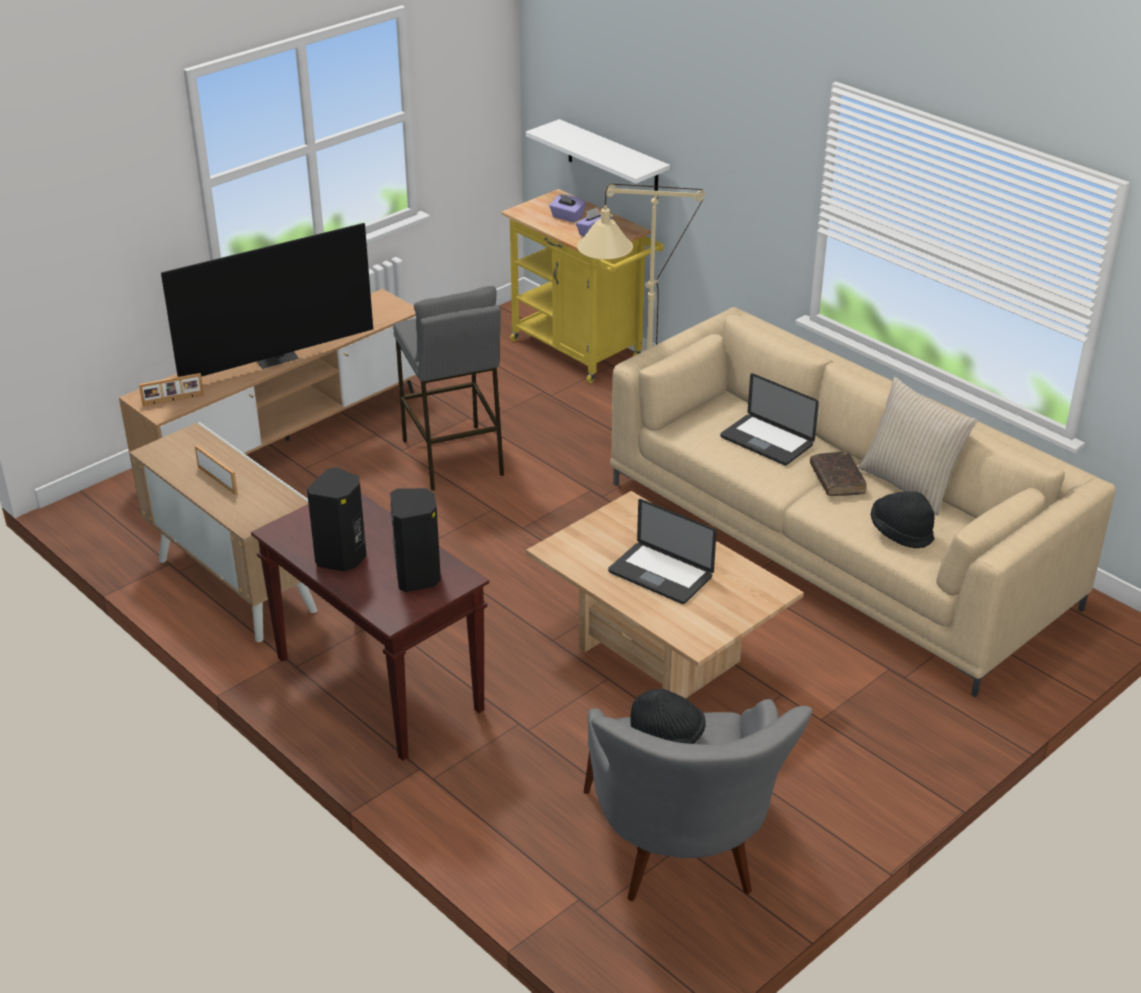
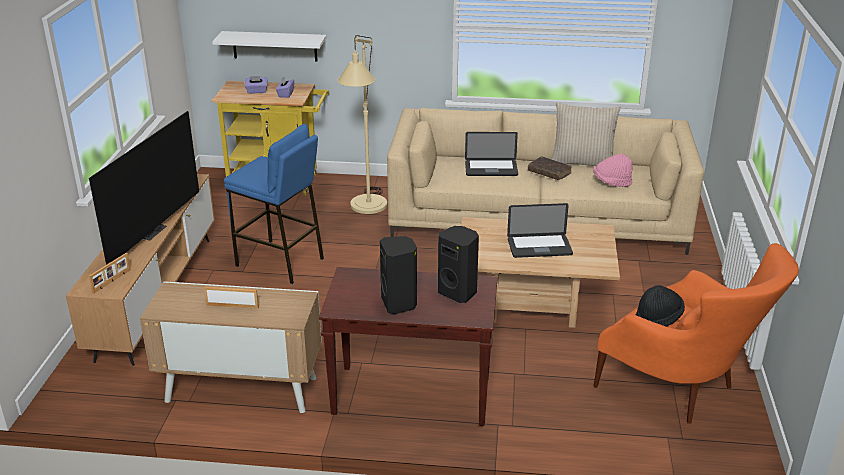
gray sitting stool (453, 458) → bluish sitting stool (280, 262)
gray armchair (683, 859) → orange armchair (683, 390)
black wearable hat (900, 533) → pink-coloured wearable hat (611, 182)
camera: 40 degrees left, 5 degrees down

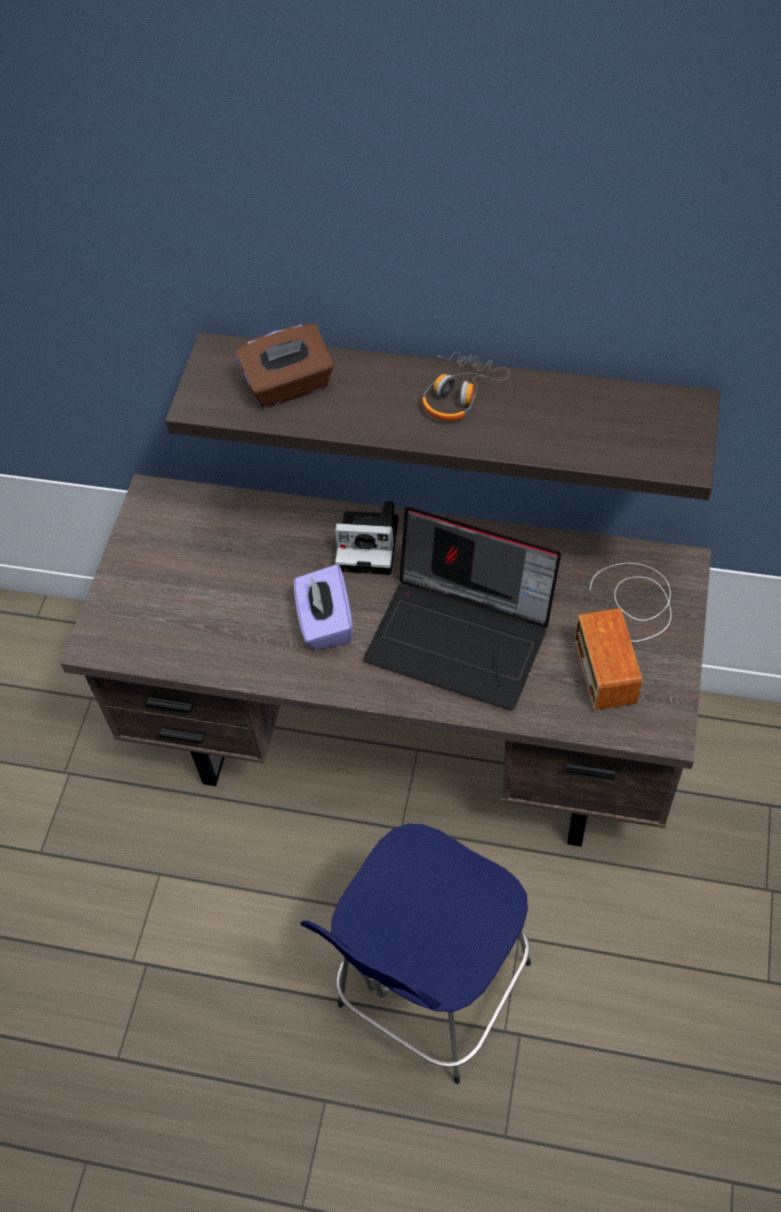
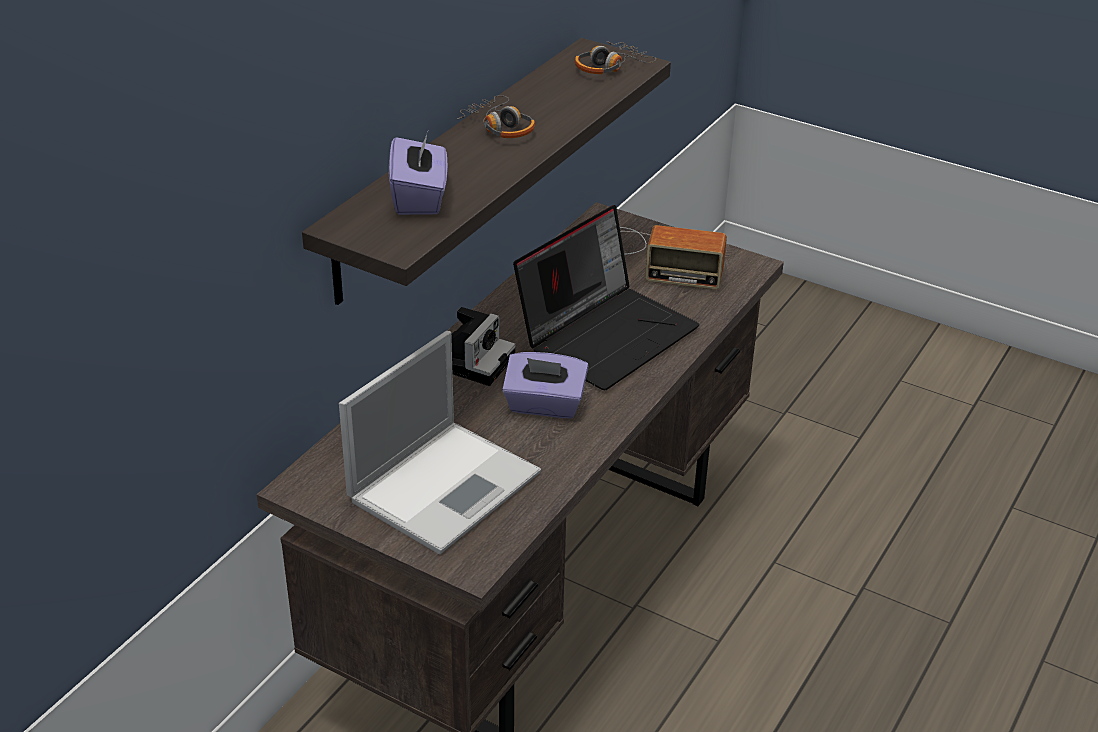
brownish tissue holder (289, 385) → purple-coloured tissue holder (419, 198)
bluish sitting stool (430, 990) → -
- → laptop (446, 484)
- → headphones (610, 67)
camera: 75 degrees left, 20 degrees down

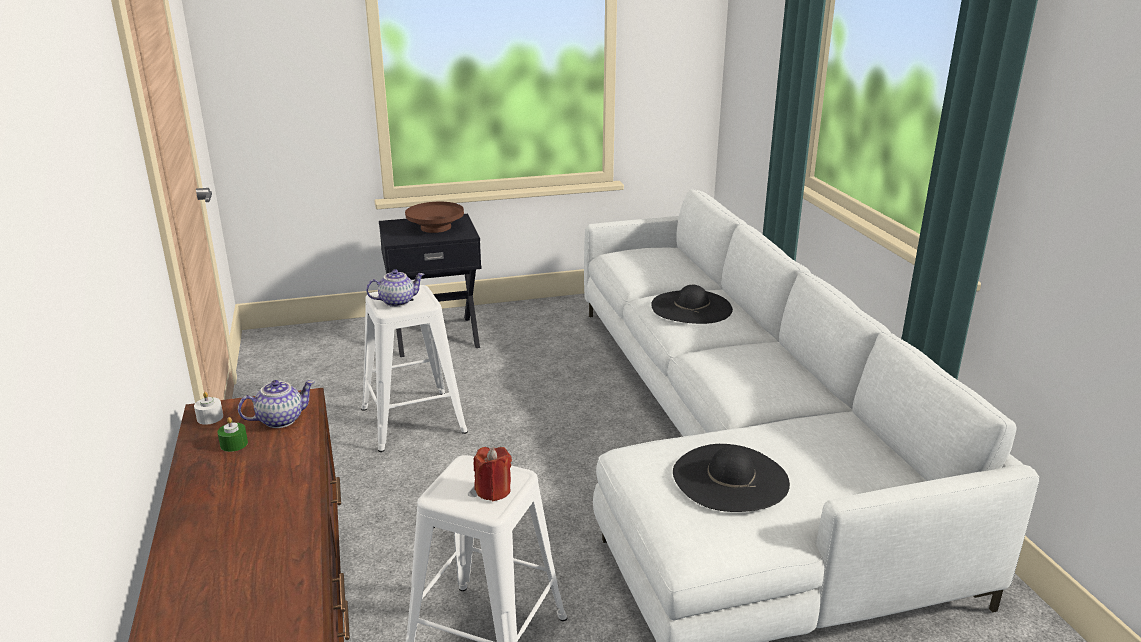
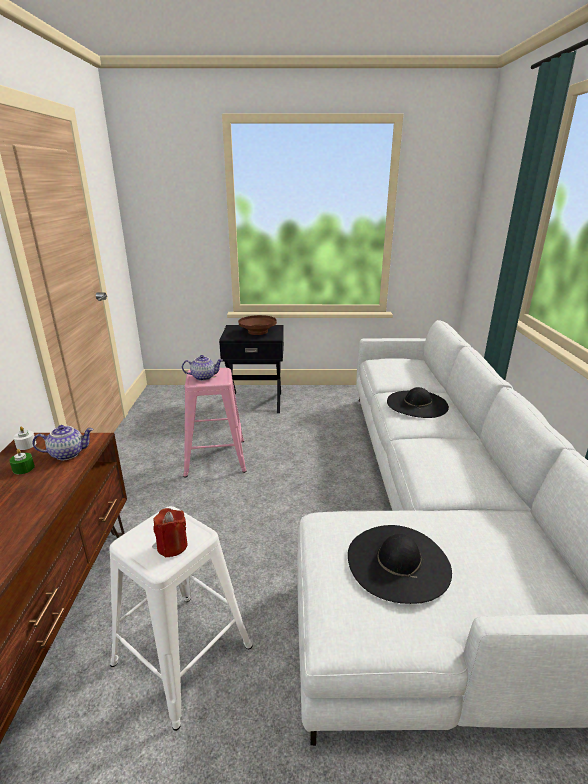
white-coloured sitting stool (414, 419) → pink-coloured sitting stool (216, 457)
camera: 15 degrees right, 0 degrees up

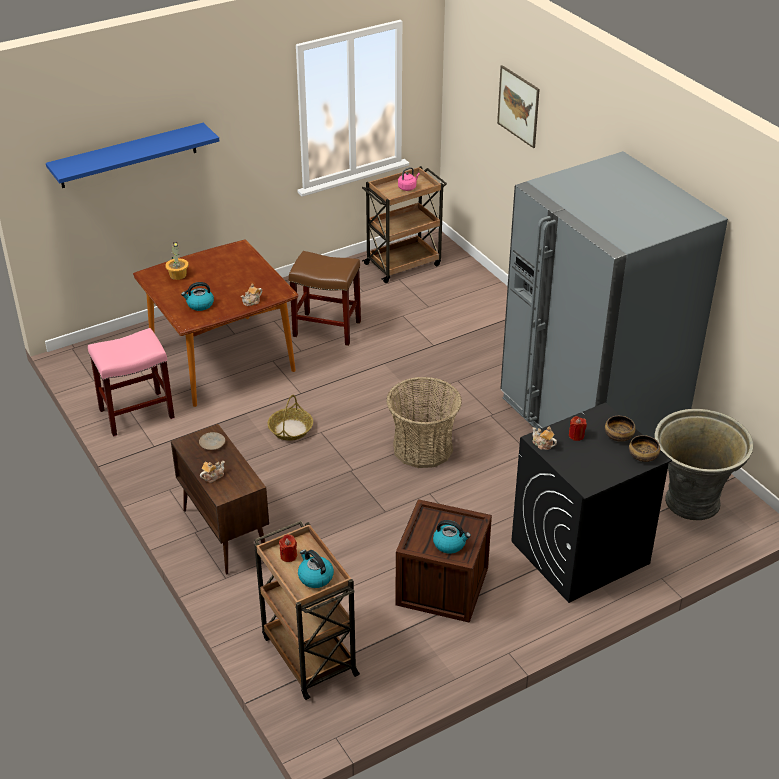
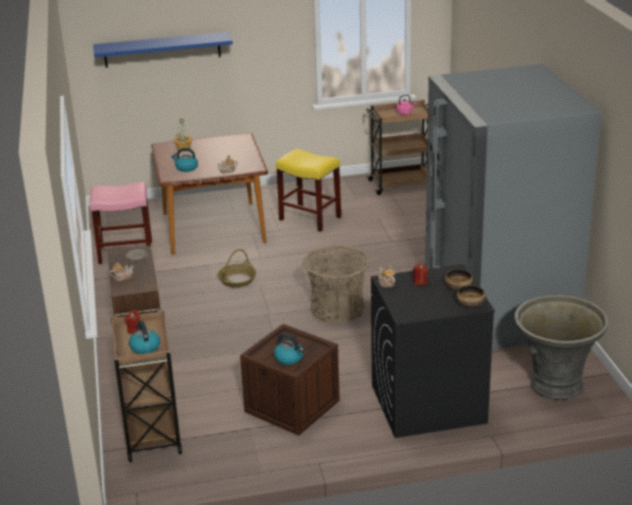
brownish sitting stool (327, 328) → yellow sitting stool (310, 219)
wall art (518, 106) → -
camera: 20 degrees right, 10 degrees down

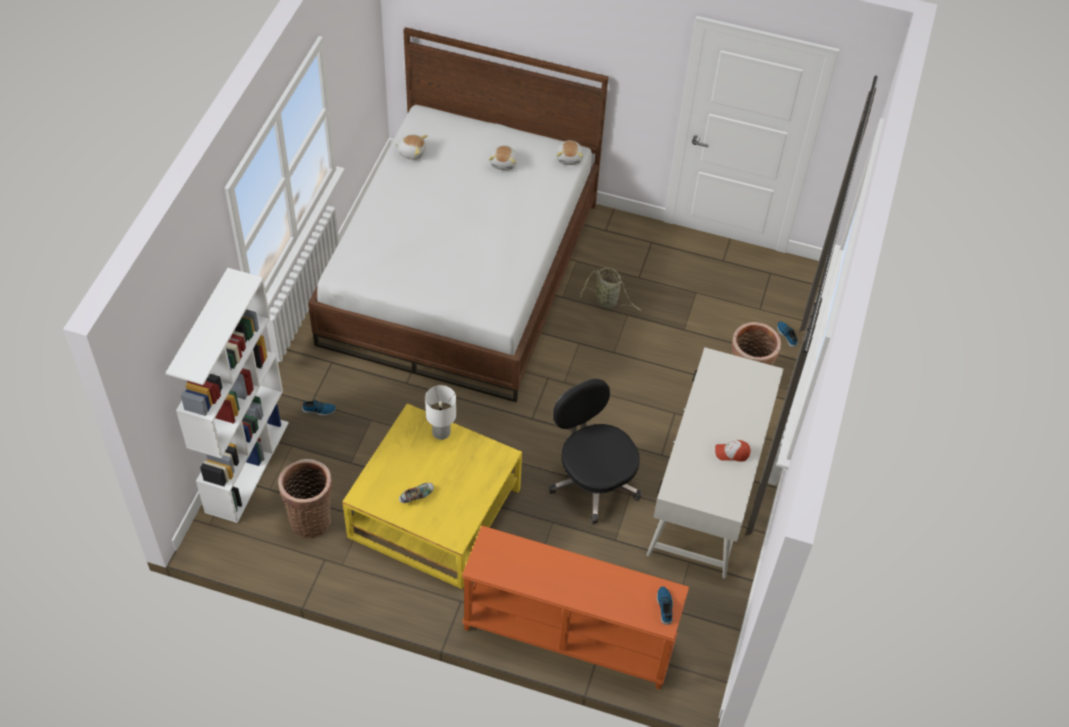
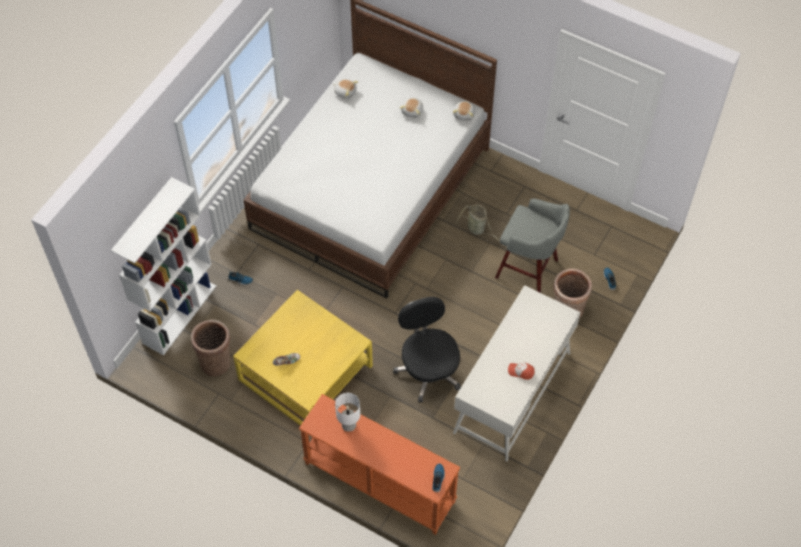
white-coloured table lamp (441, 433) → white-coloured table lamp (348, 425), relocated
- → gray sitting stool (528, 270)
camera: 15 degrees right, 5 degrees up

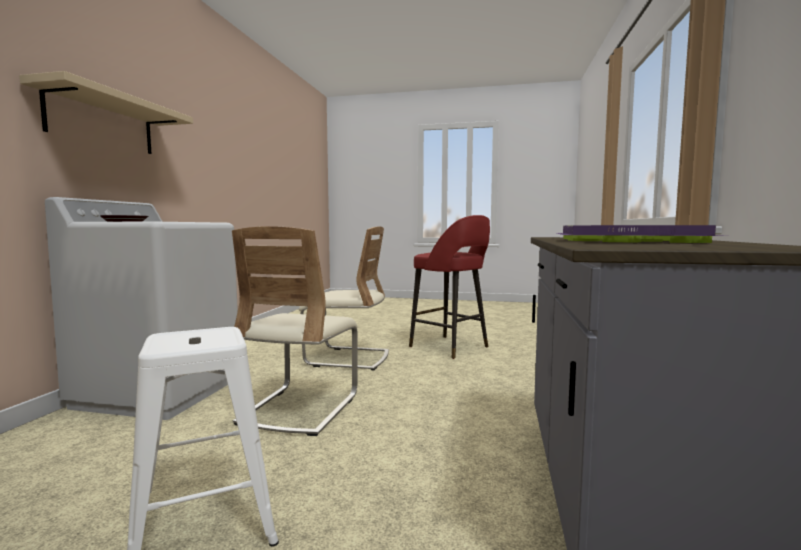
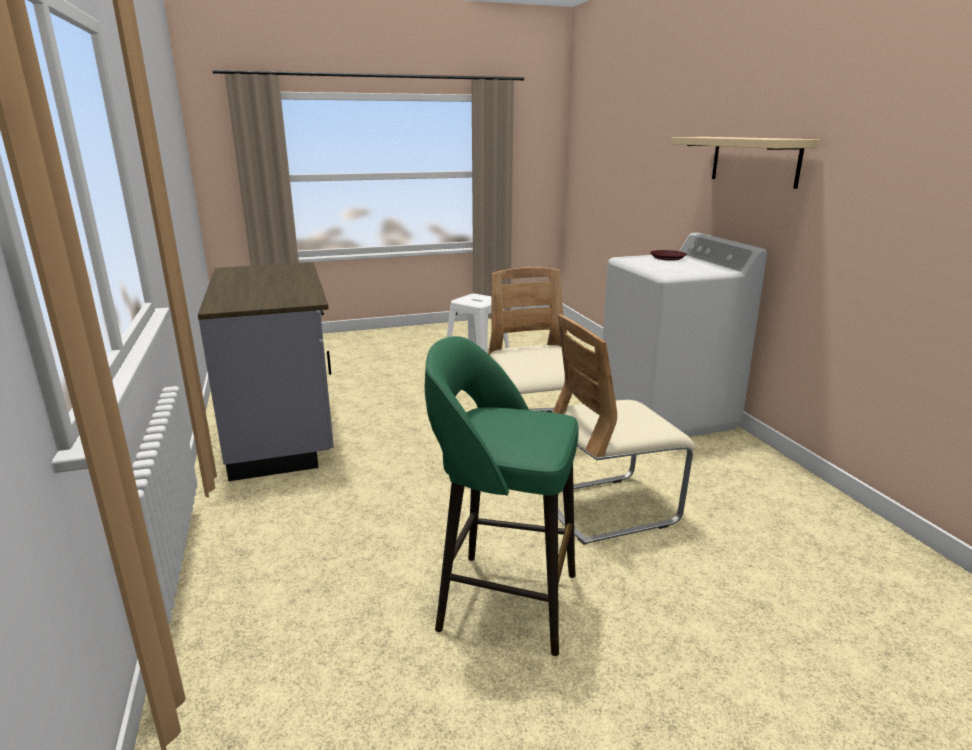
red sitting stool (450, 347) → green sitting stool (503, 600)
purple-coloured tray (630, 240) → -
camera: 150 degrees right, 15 degrees up

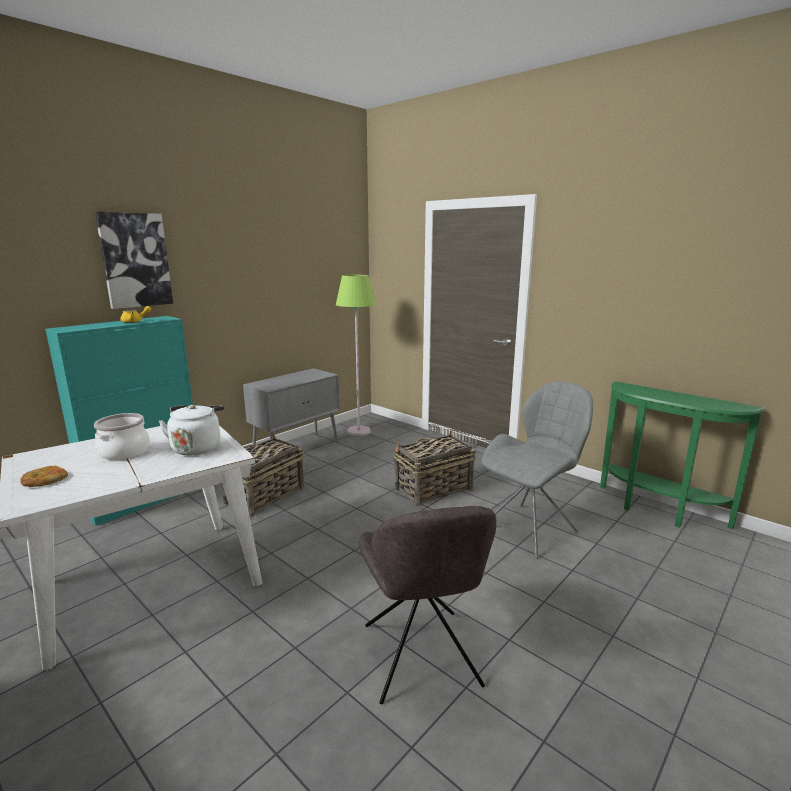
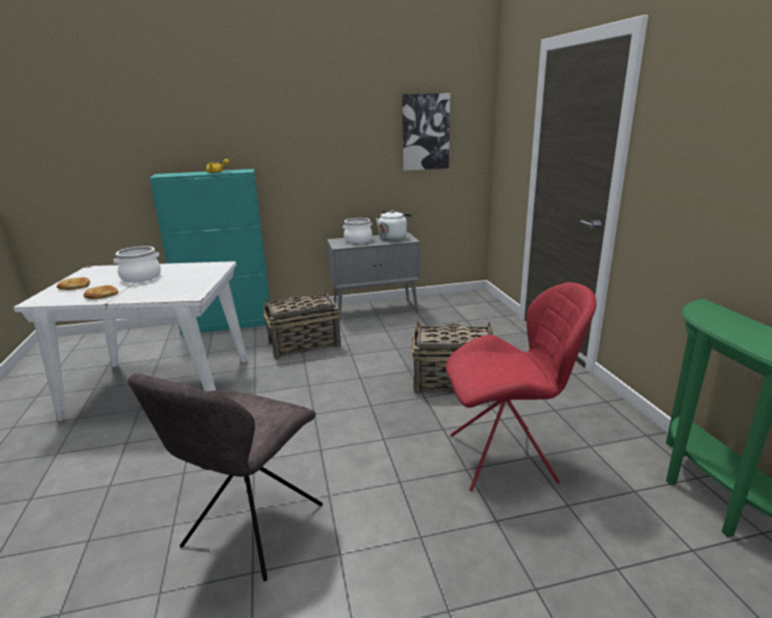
wall art (135, 260) → wall art (425, 132), relocated
white-coloured water kettle (197, 447) → white-coloured water kettle (393, 237), relocated
green floor lamp (358, 431) → -
gray plain chair (530, 528) → red plain chair (506, 458)
- → bread (101, 295)
- → stockpot (358, 240)
camera: 35 degrees right, 5 degrees up

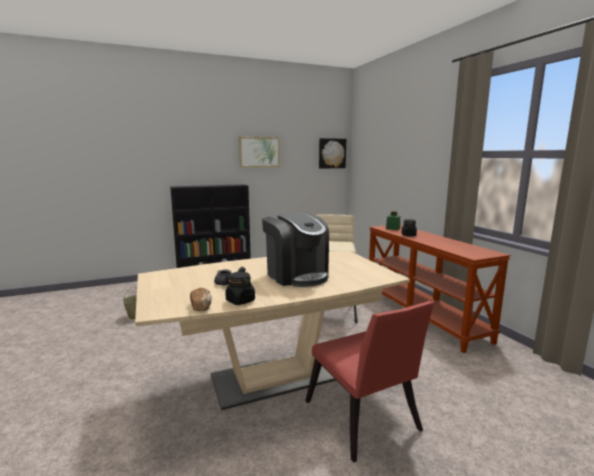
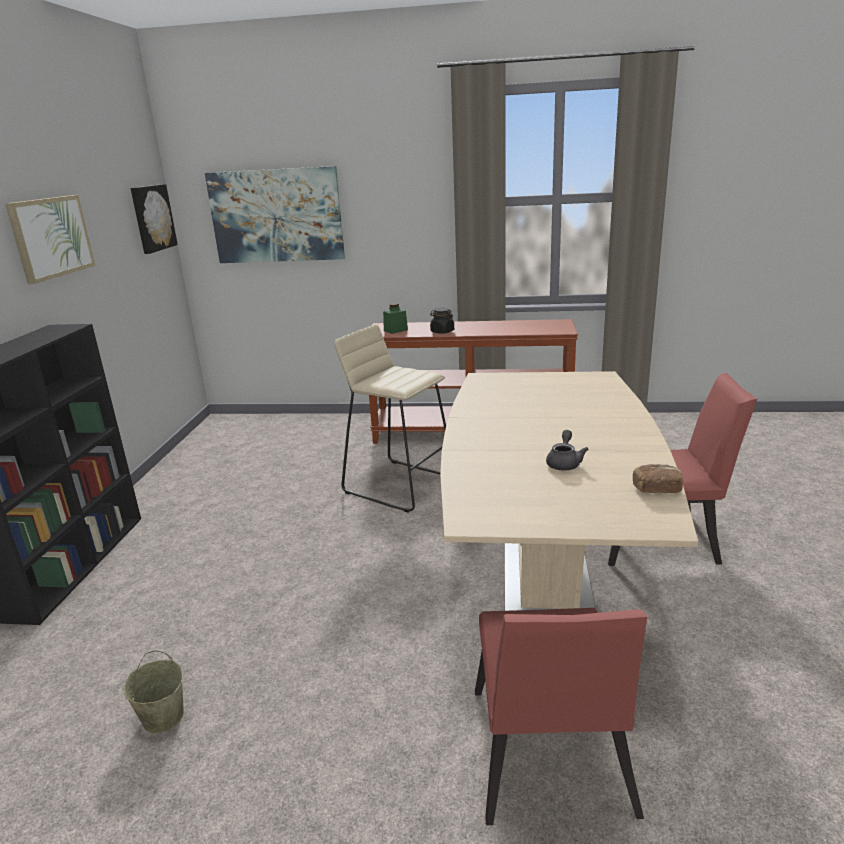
black jar (240, 301) → -
coffee machine (296, 275) → -
- → wall art (276, 216)
- → red plain chair (548, 760)
camera: 60 degrees left, 10 degrees up

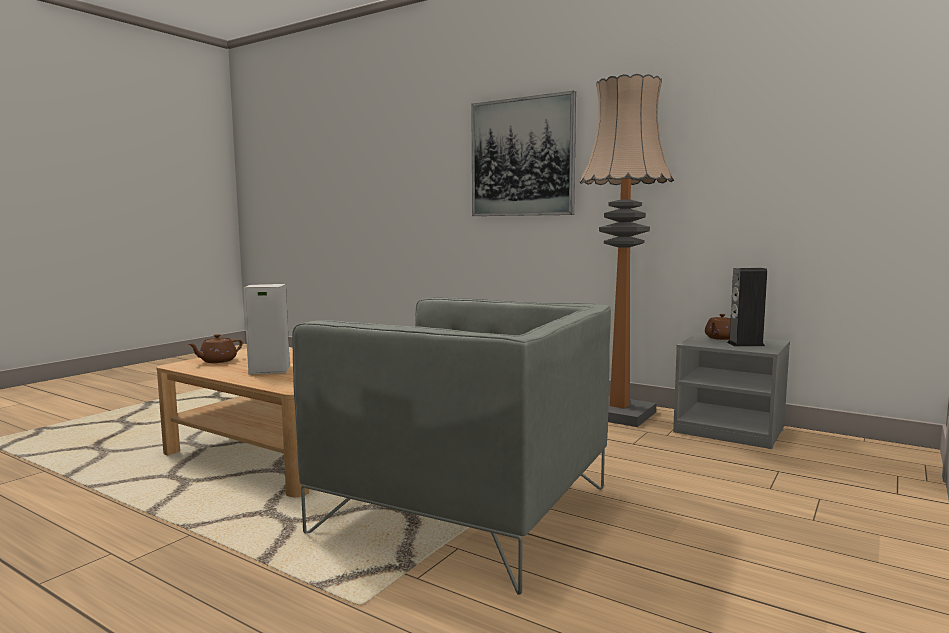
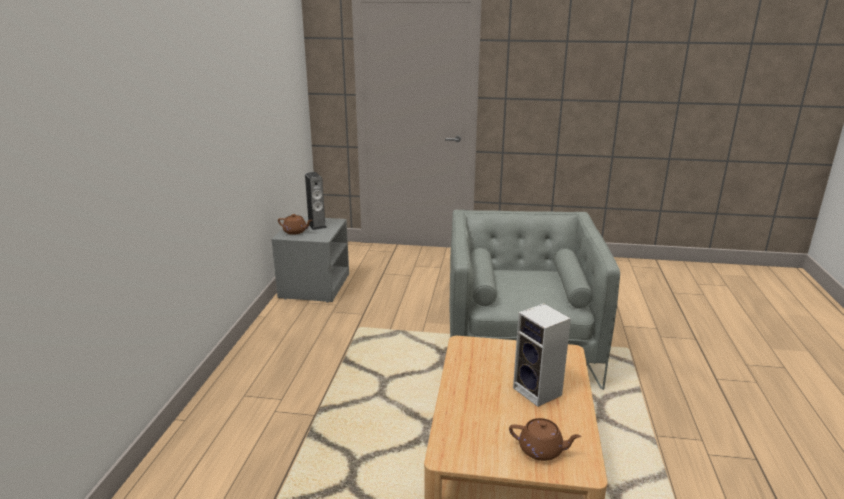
wall art (522, 157) → -
floor lamp (619, 414) → -
camera: 115 degrees left, 15 degrees up

